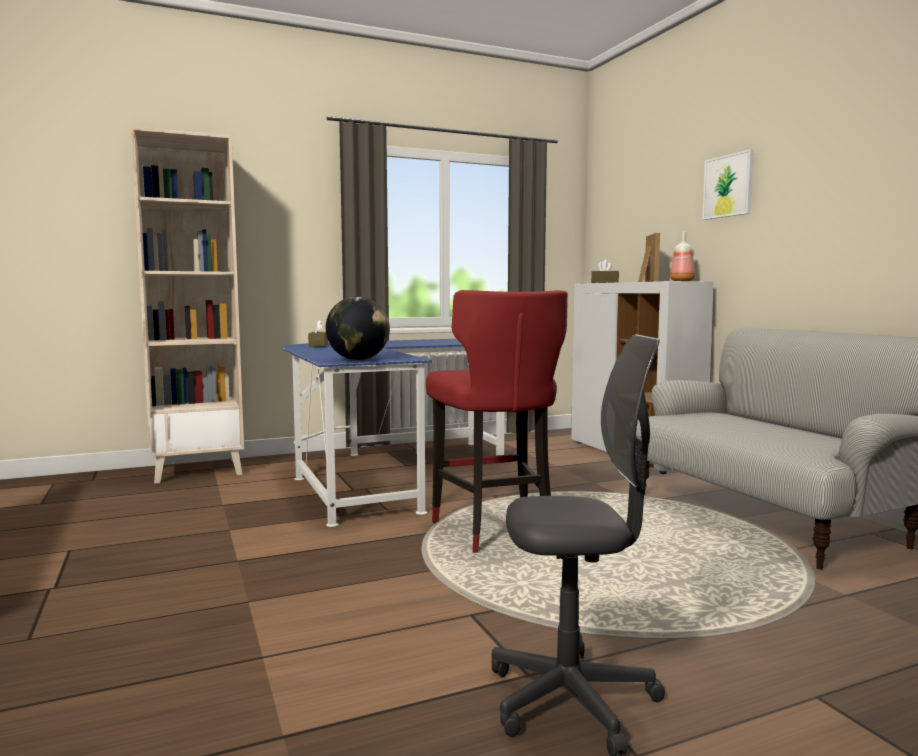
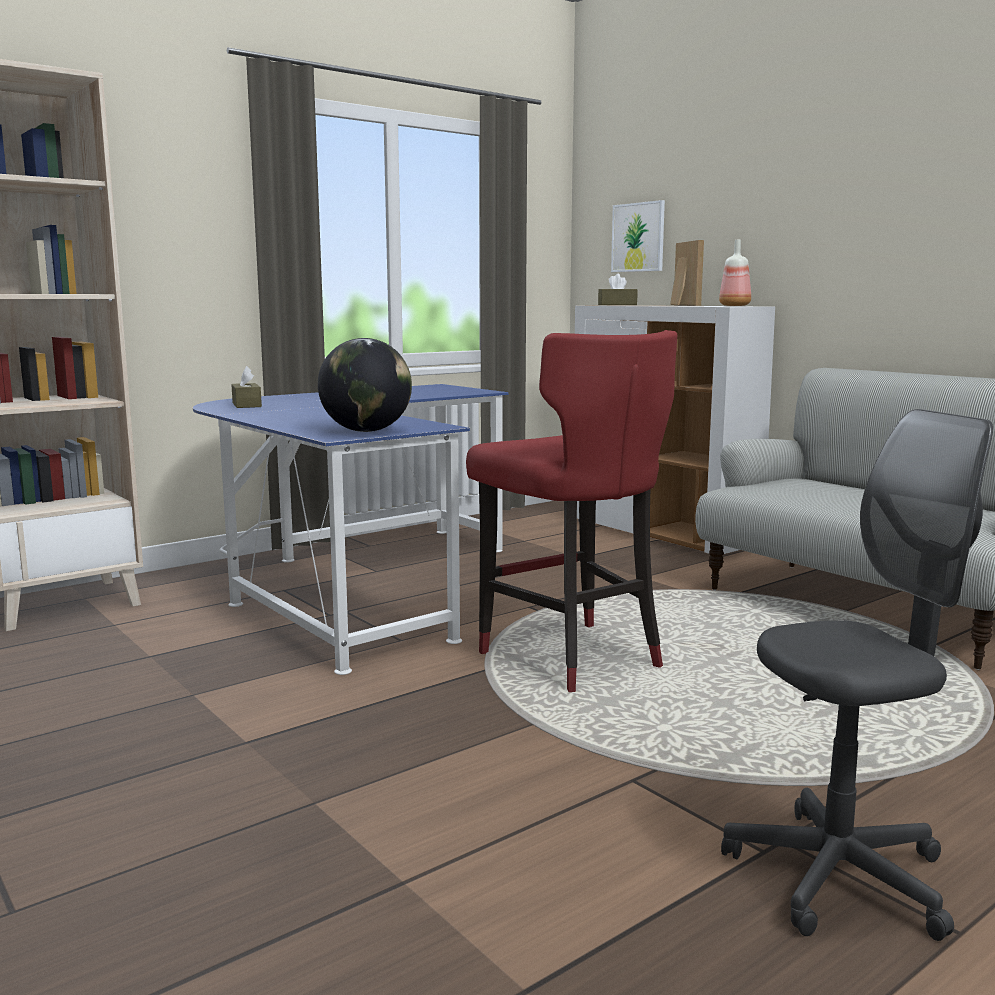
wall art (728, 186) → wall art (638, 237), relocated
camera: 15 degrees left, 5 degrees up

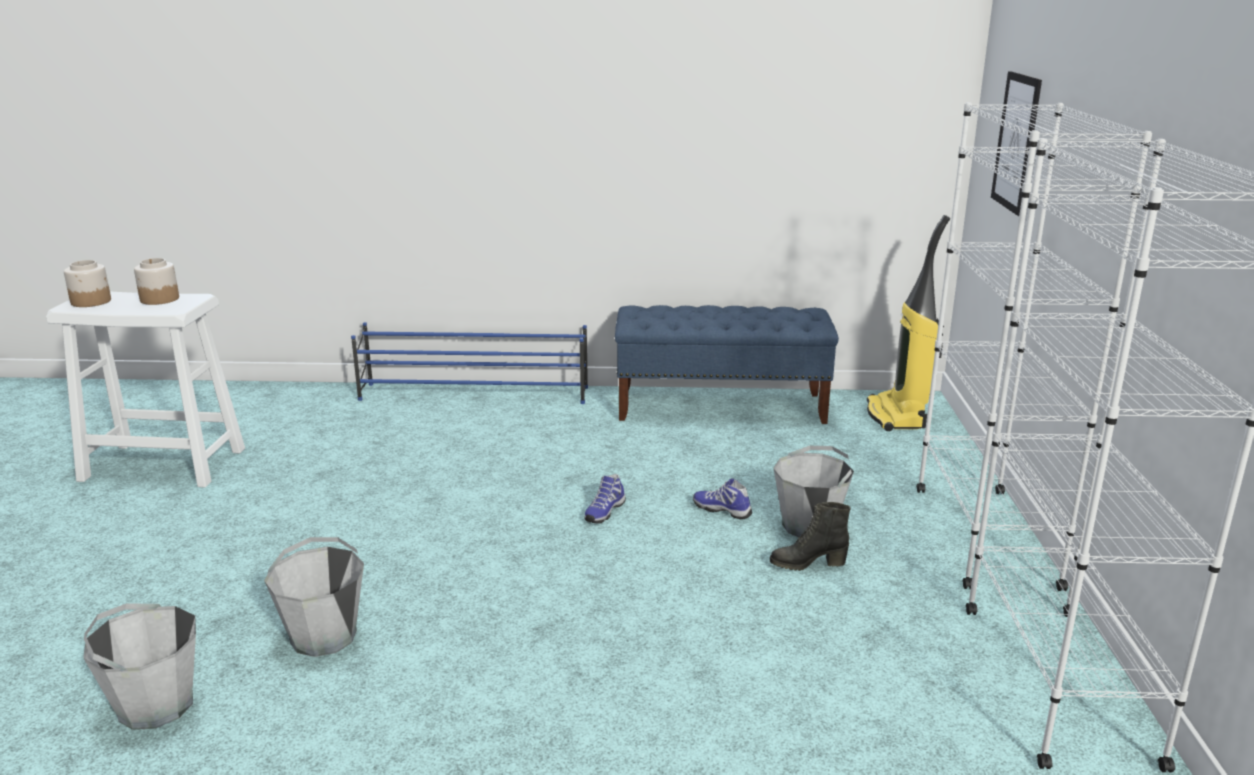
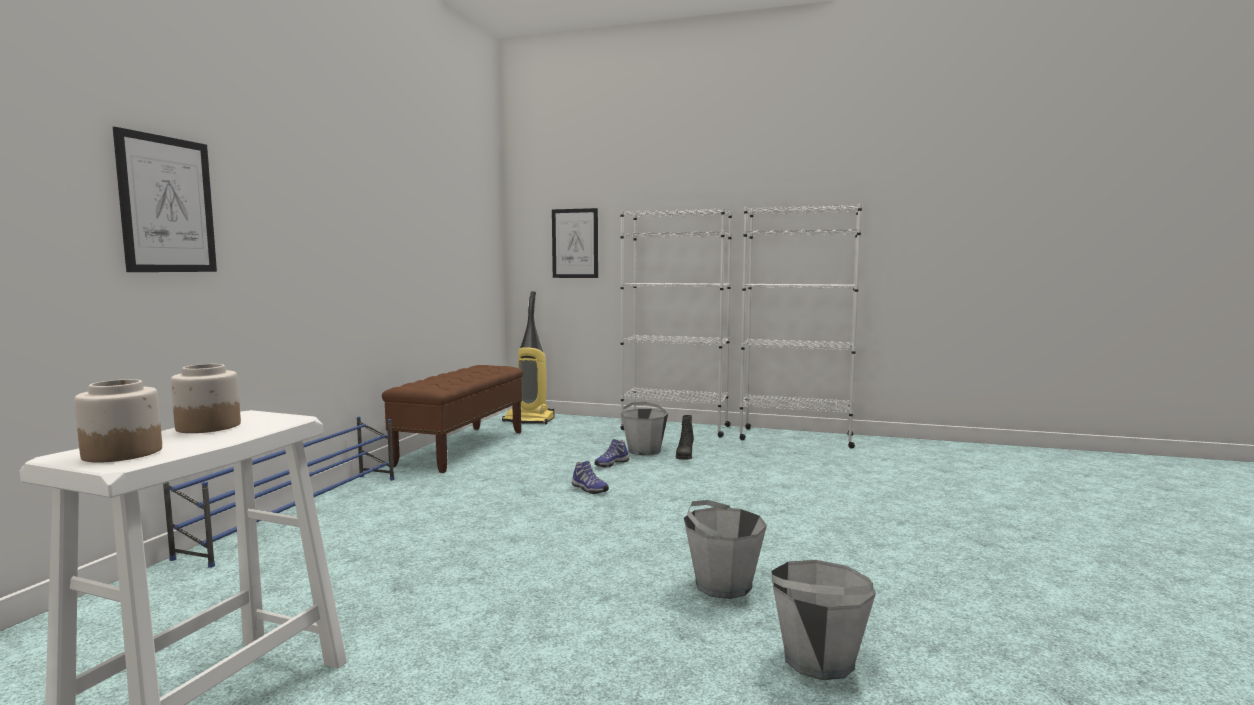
bluish indoor bench (721, 407) → brownish indoor bench (461, 448)
- → wall art (167, 205)
camera: 75 degrees left, 15 degrees down

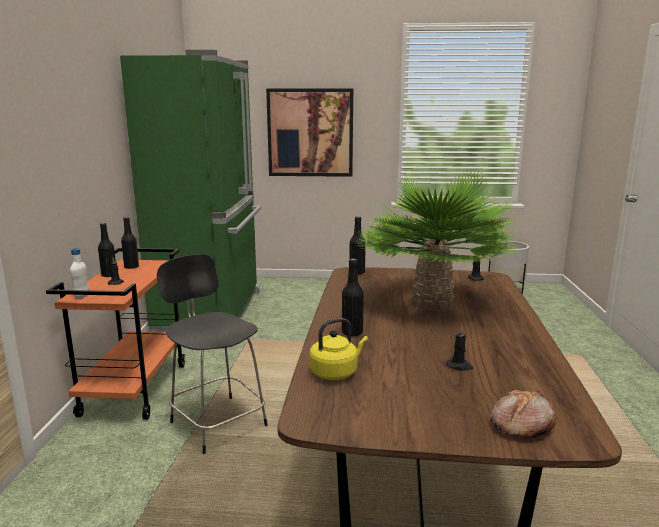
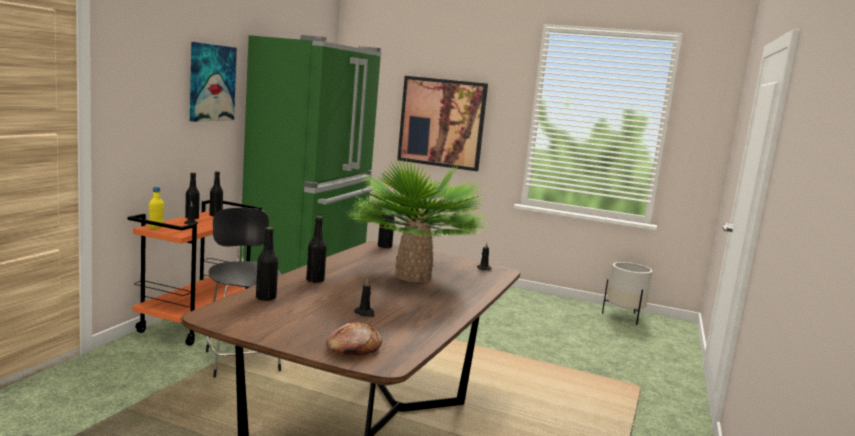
white-coloured beverage bottle (82, 296) → yellow beverage bottle (156, 228)
yellow water kettle (336, 372) → black beverage bottle (266, 298)
- → wall art (211, 82)
camera: 15 degrees right, 5 degrees down

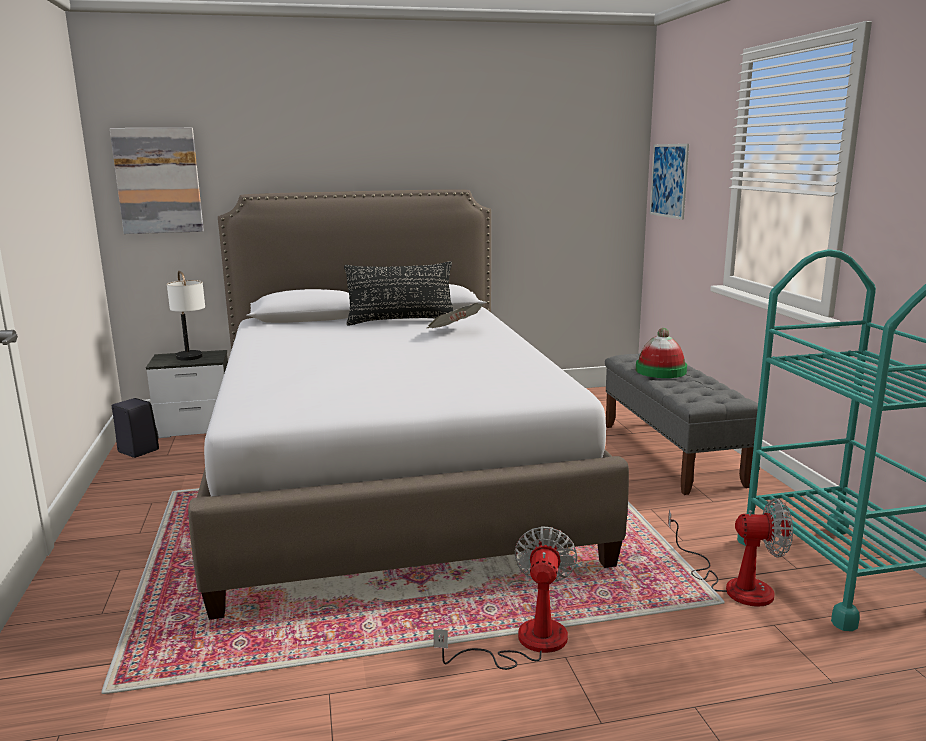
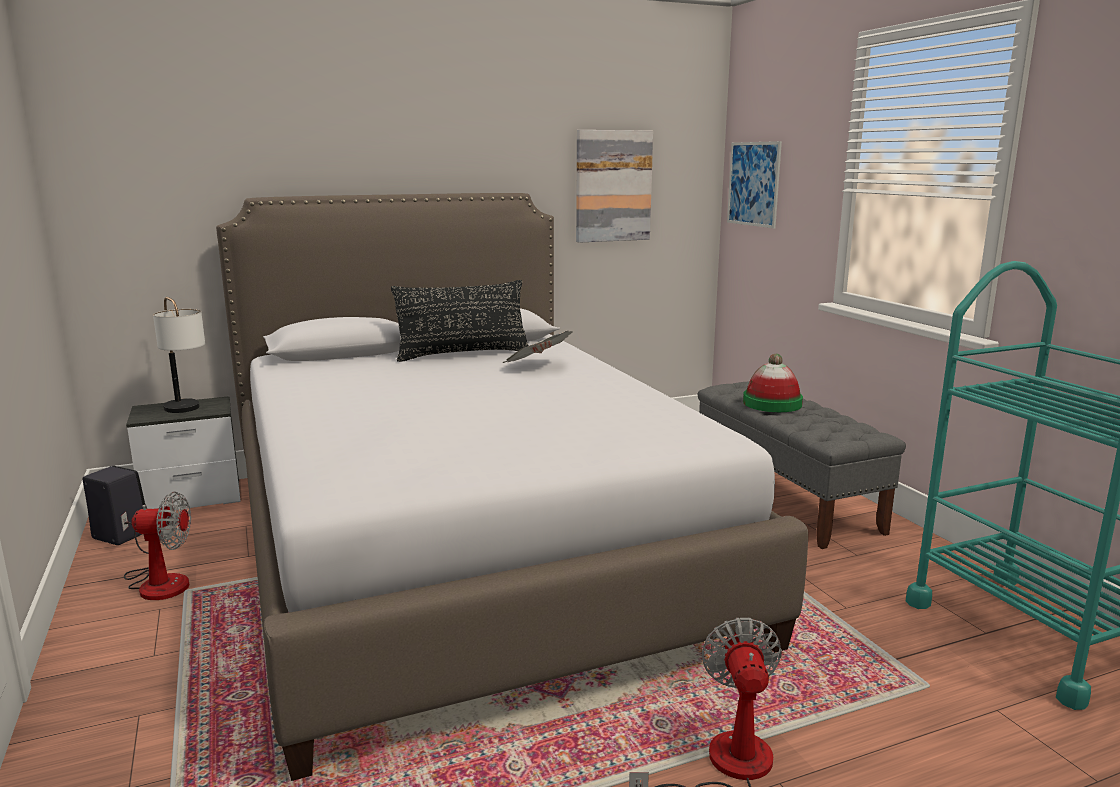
wall art (158, 181) → wall art (613, 186), relocated
electric fan (734, 585) → electric fan (159, 581), relocated
camera: 10 degrees left, 0 degrees up

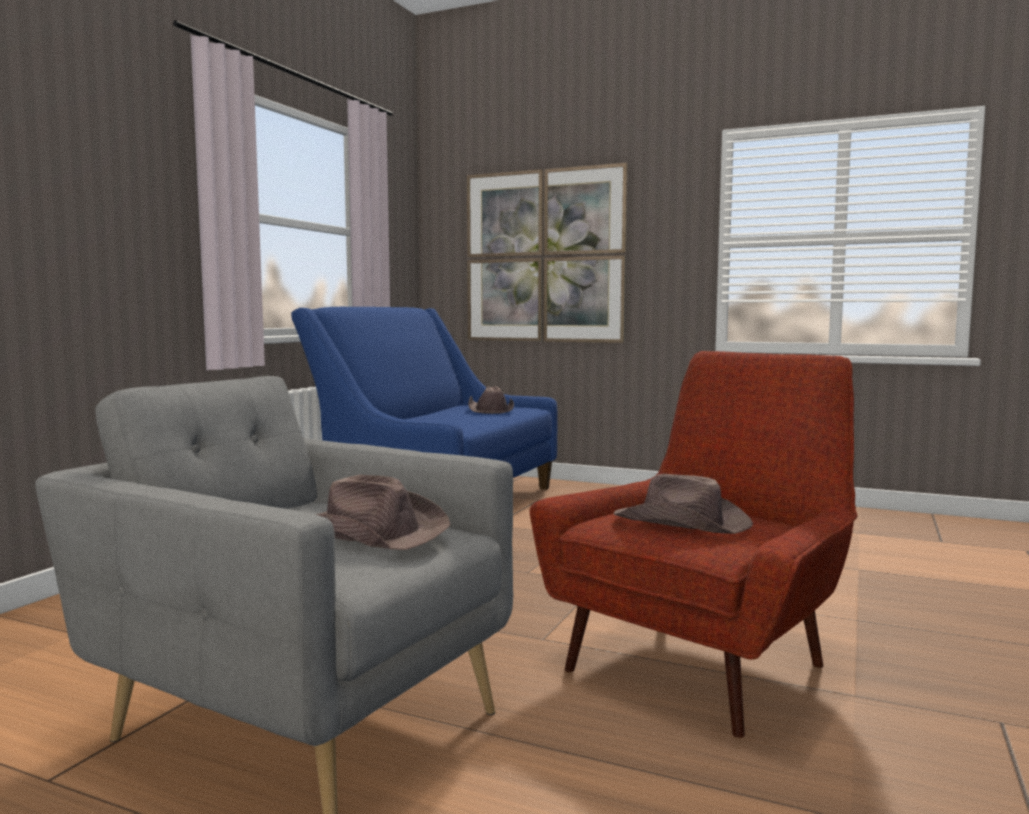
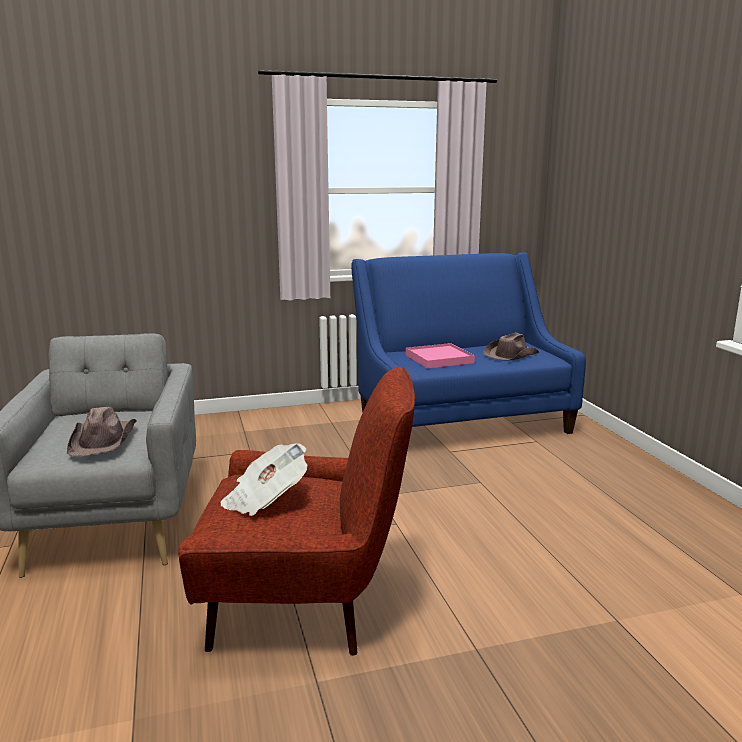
wall art (544, 256) → -
brownish wearable hat (683, 523) → daily paper (265, 500)
- → pink-coloured tray (439, 359)
camera: 50 degrees right, 10 degrees up

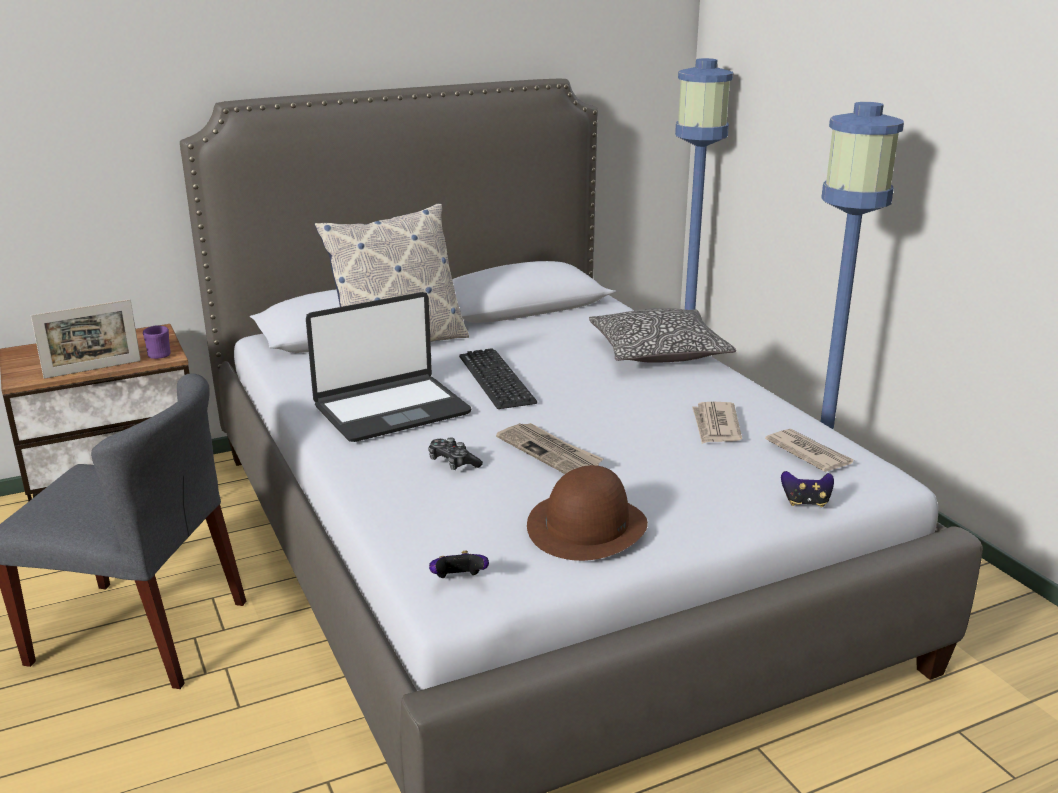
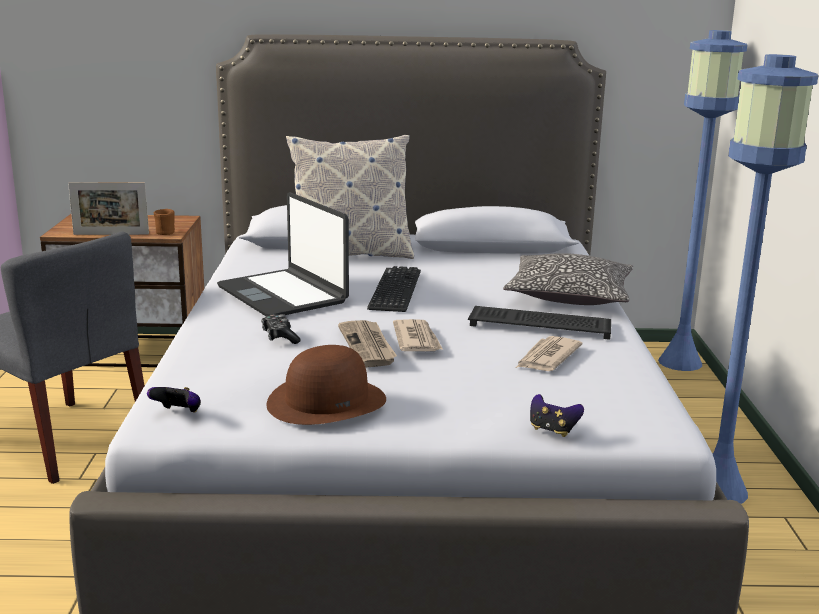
purple-coloured tea mug (159, 354) → brownish tea mug (166, 232)
laptop (391, 410) → laptop (283, 295), 60 degrees clockwise
daily paper (808, 453) → daily paper (417, 339), relocated
- → computer keyboard (541, 324)
camera: 25 degrees right, 5 degrees down

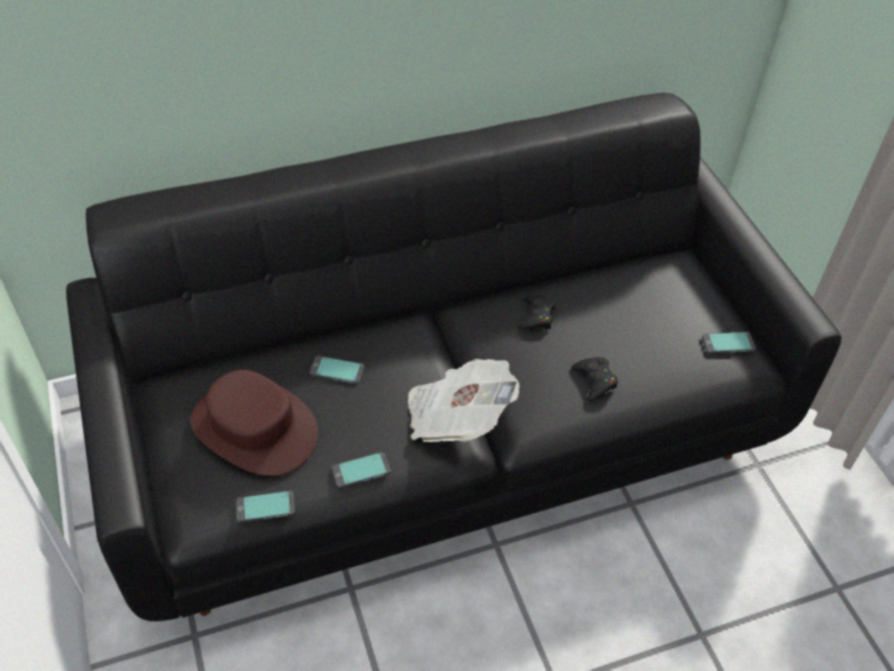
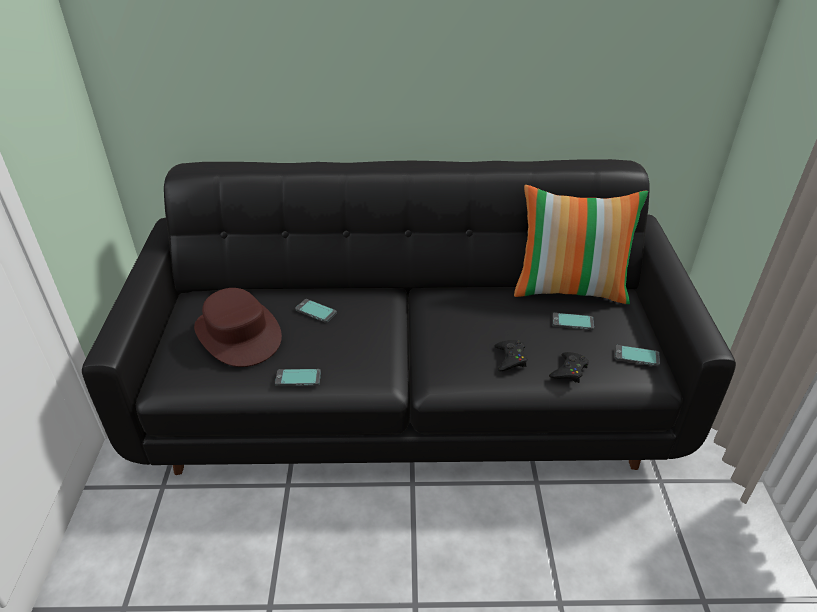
phone (265, 507) → phone (572, 322), relocated
daily paper (457, 417) → -
black gamepad (536, 316) → black gamepad (569, 370), relocated
- → cushion (570, 289)
camera: 20 degrees right, 10 degrees down

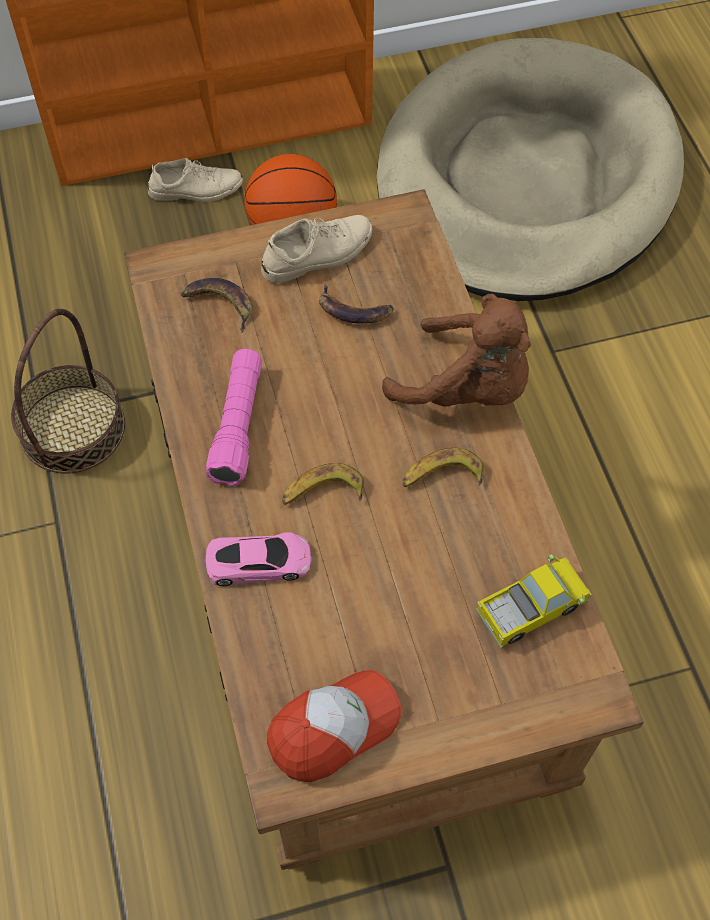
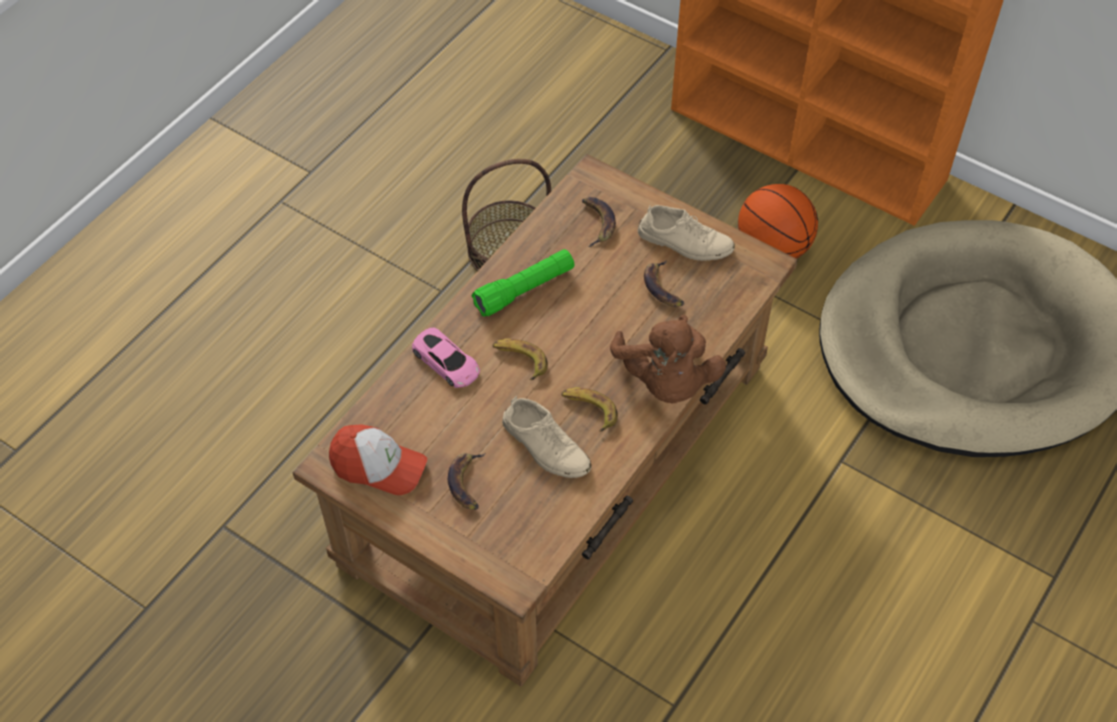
sand-coloured shoe (196, 189) → sand-coloured shoe (545, 446), relocated
pink-coloured hand torch (238, 425) → green hand torch (524, 290)
toy truck (531, 609) → -
- → whole banana (467, 483)
camera: 50 degrees right, 5 degrees down

